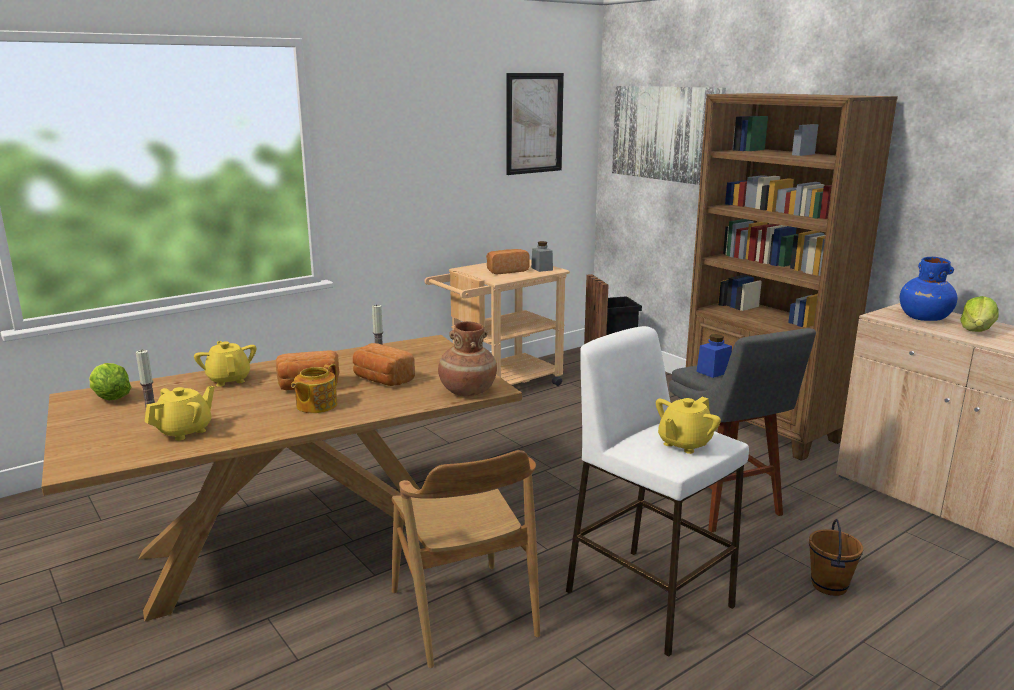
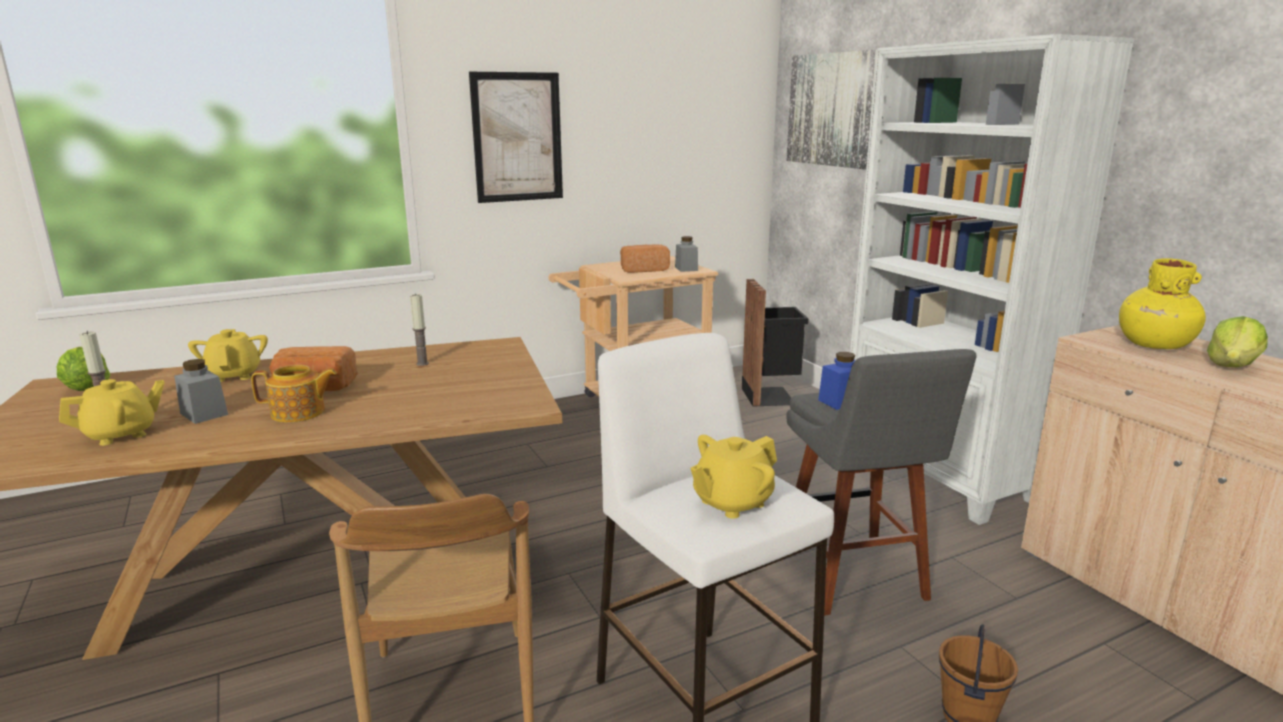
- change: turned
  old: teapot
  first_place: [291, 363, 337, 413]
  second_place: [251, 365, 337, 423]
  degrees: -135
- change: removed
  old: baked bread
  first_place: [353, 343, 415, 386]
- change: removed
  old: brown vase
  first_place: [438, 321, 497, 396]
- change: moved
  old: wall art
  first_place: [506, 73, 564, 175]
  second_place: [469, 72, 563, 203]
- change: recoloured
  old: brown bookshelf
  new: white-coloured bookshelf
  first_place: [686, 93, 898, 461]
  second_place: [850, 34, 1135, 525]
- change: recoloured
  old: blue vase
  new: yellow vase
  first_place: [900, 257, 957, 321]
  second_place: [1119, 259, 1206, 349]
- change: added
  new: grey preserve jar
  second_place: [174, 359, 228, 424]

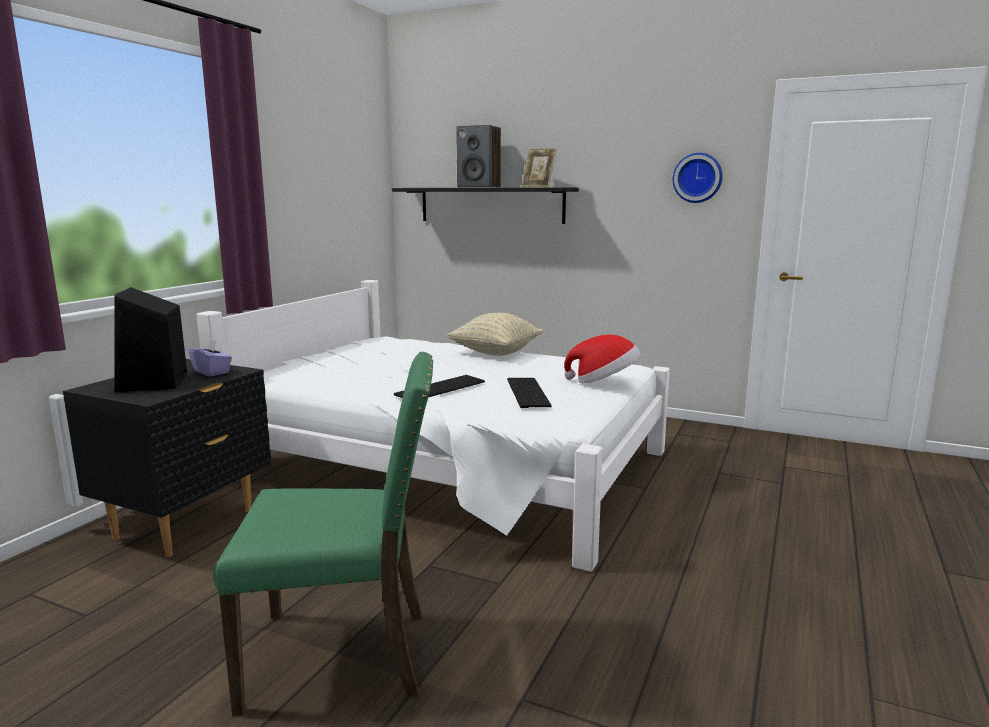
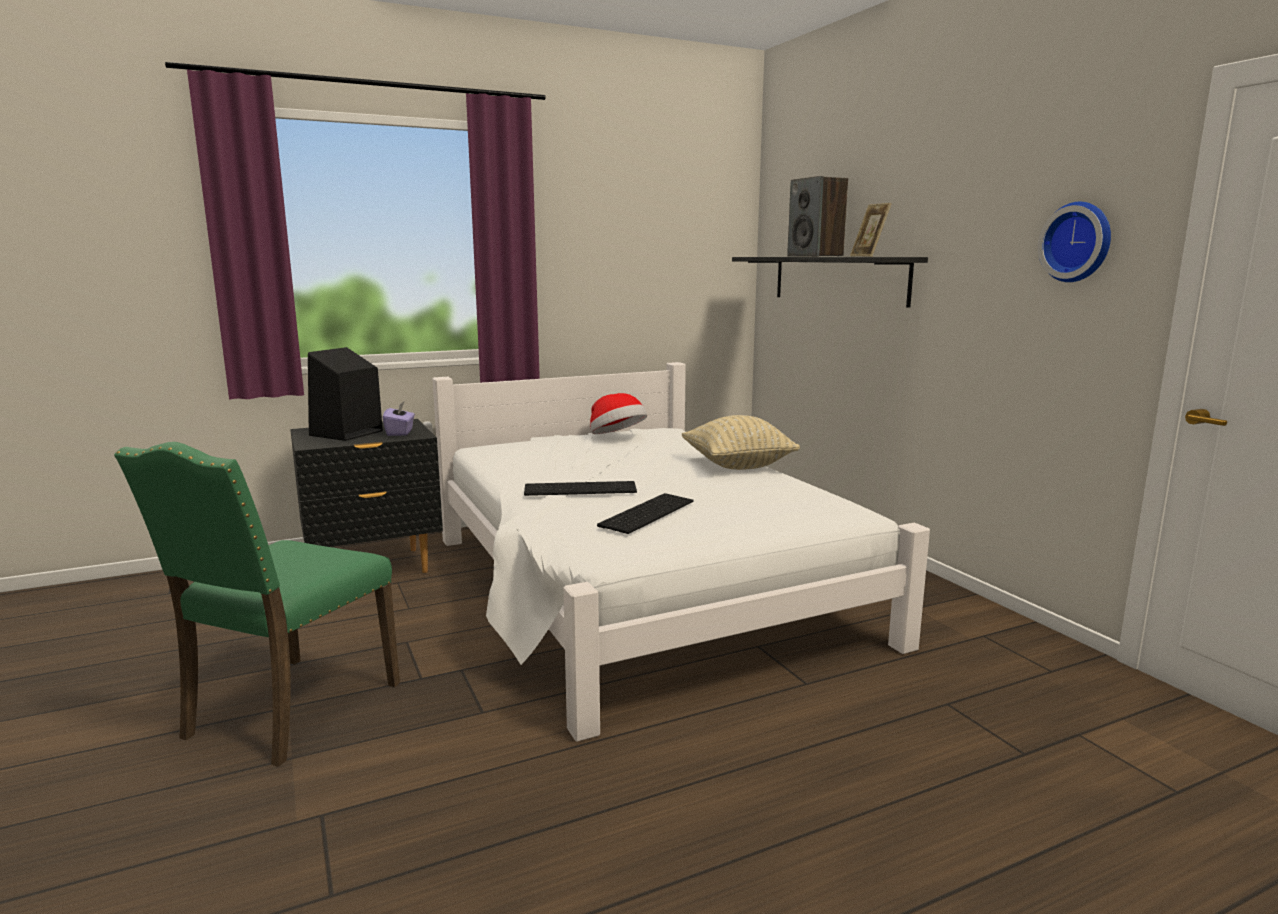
- change: turned
  old: green-coloured upright chair
  first_place: [213, 352, 433, 716]
  second_place: [114, 442, 400, 767]
  degrees: 75
- change: moved
  old: hat
  first_place: [564, 335, 641, 383]
  second_place: [590, 393, 647, 434]

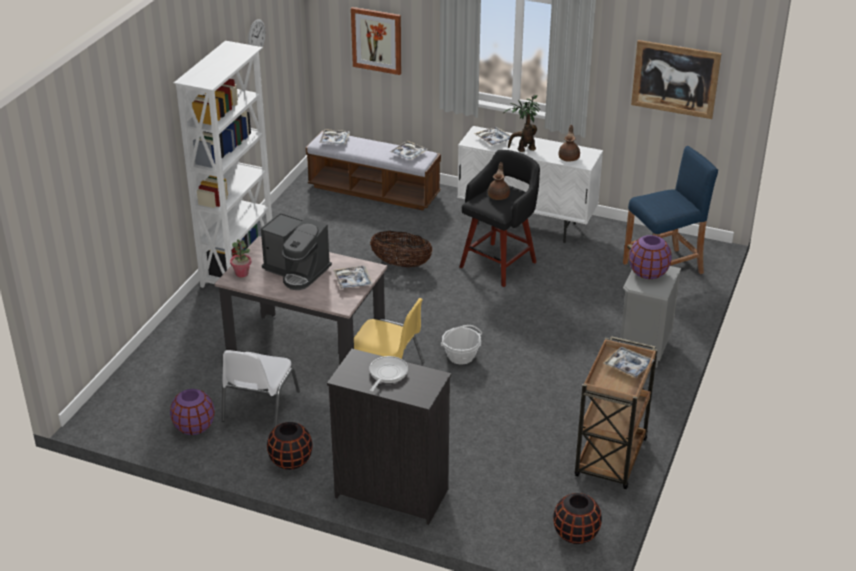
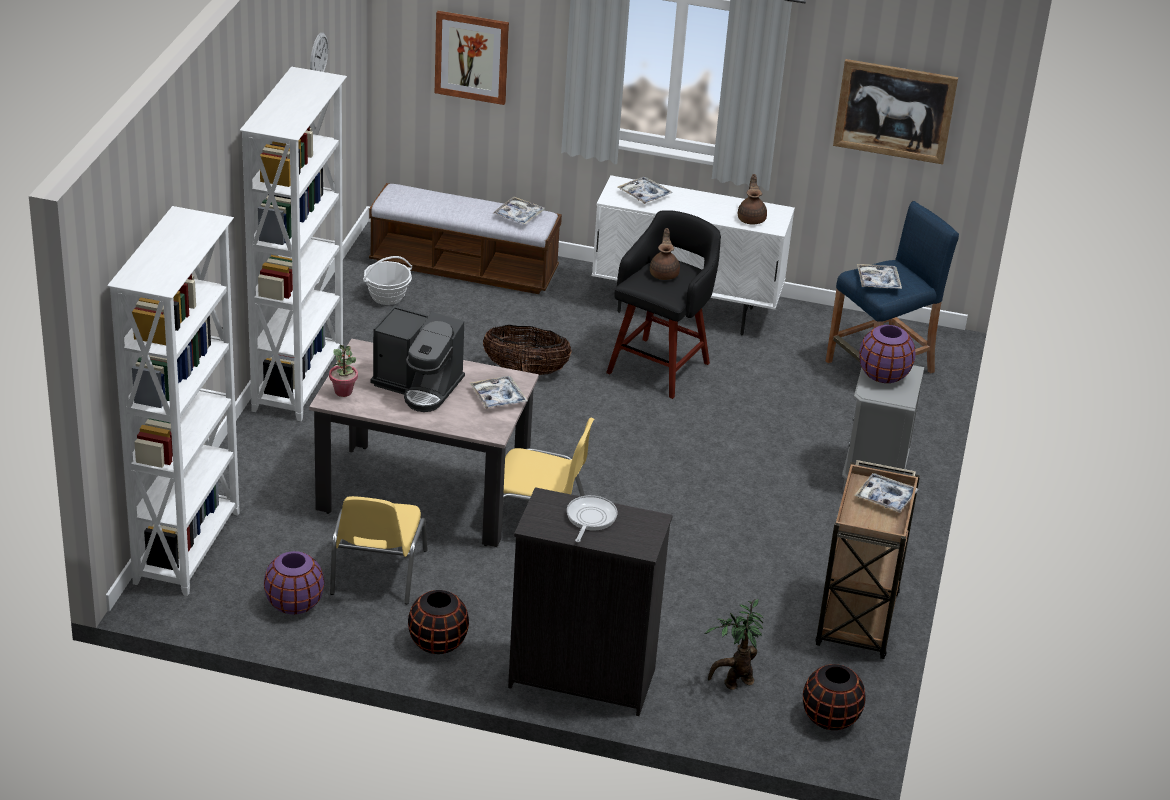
- change: recoloured
  old: white-coloured upright chair
  new: yellow upright chair
  first_place: [222, 350, 300, 428]
  second_place: [330, 496, 428, 604]
- change: moved
  old: carrying tray
  first_place: [319, 129, 350, 145]
  second_place: [857, 264, 902, 289]
- change: moved
  old: storage basket
  first_place: [441, 325, 482, 365]
  second_place: [363, 256, 412, 305]
- change: moved
  old: potted plant
  first_place: [503, 95, 540, 152]
  second_place: [705, 599, 763, 690]
- change: added
  new: white-coloured bookshelf
  second_place: [107, 206, 240, 596]

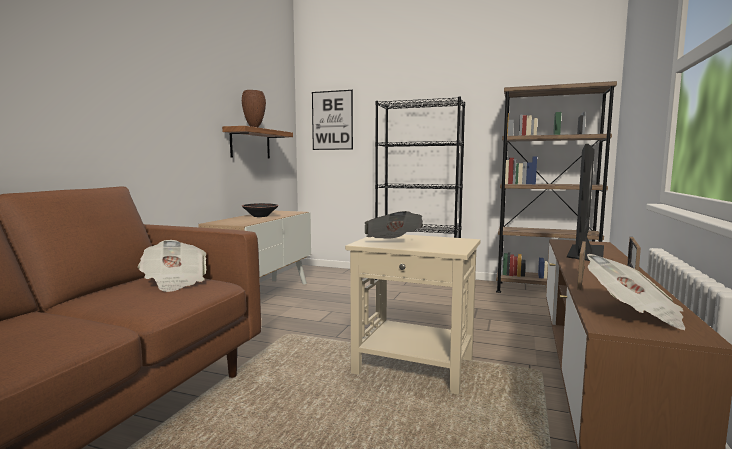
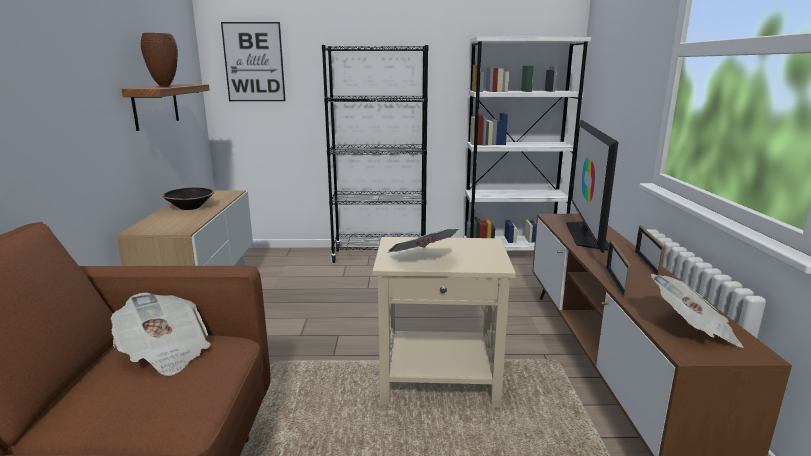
- change: recoloured
  old: brown bookshelf
  new: white-coloured bookshelf
  first_place: [496, 81, 617, 293]
  second_place: [463, 37, 591, 251]

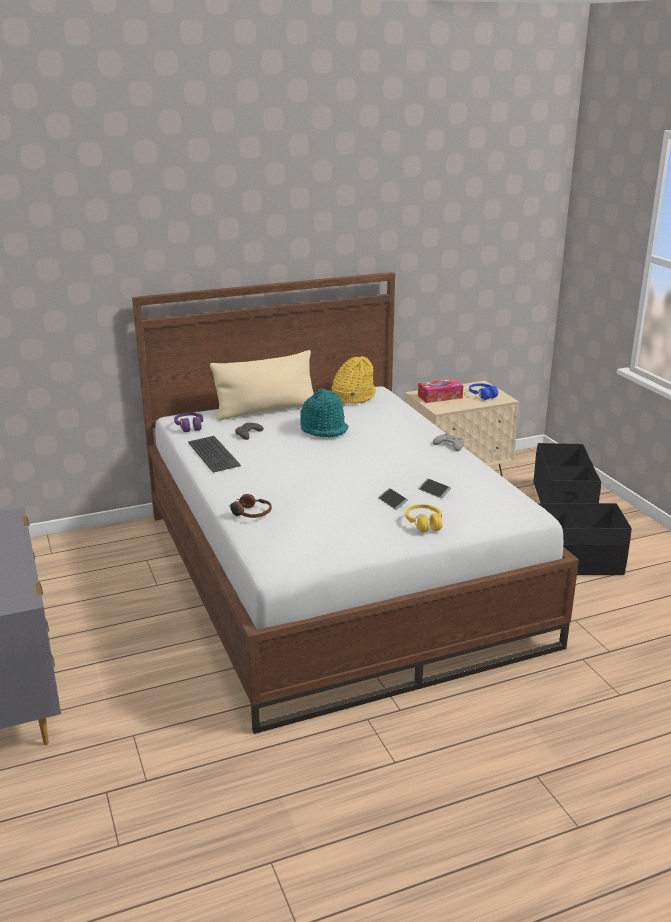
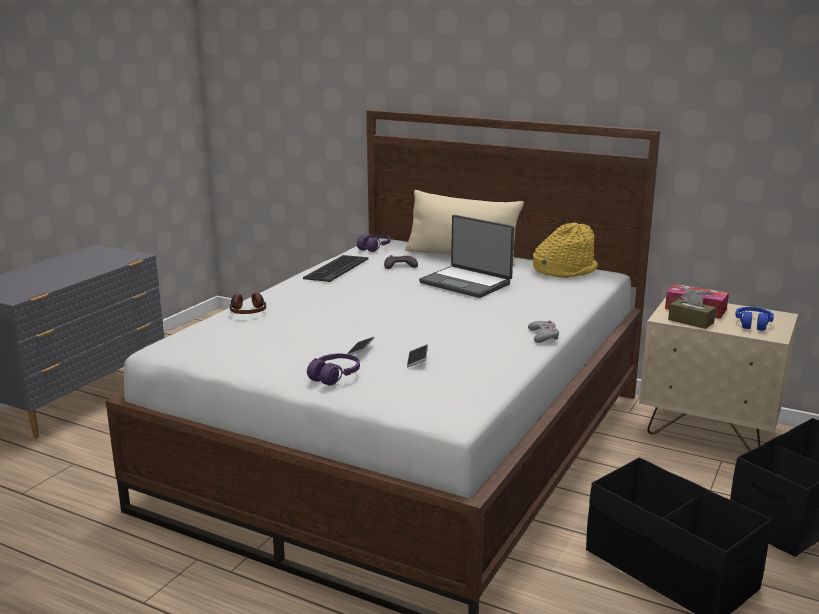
- change: replaced
  old: blue-green hat
  new: notebook computer
  first_place: [300, 388, 349, 437]
  second_place: [419, 215, 514, 298]
- change: recoloured
  old: yellow headset
  new: purple headset
  first_place: [406, 504, 443, 533]
  second_place: [307, 353, 360, 385]
- change: added
  new: brown tissue holder
  second_place: [668, 290, 716, 329]

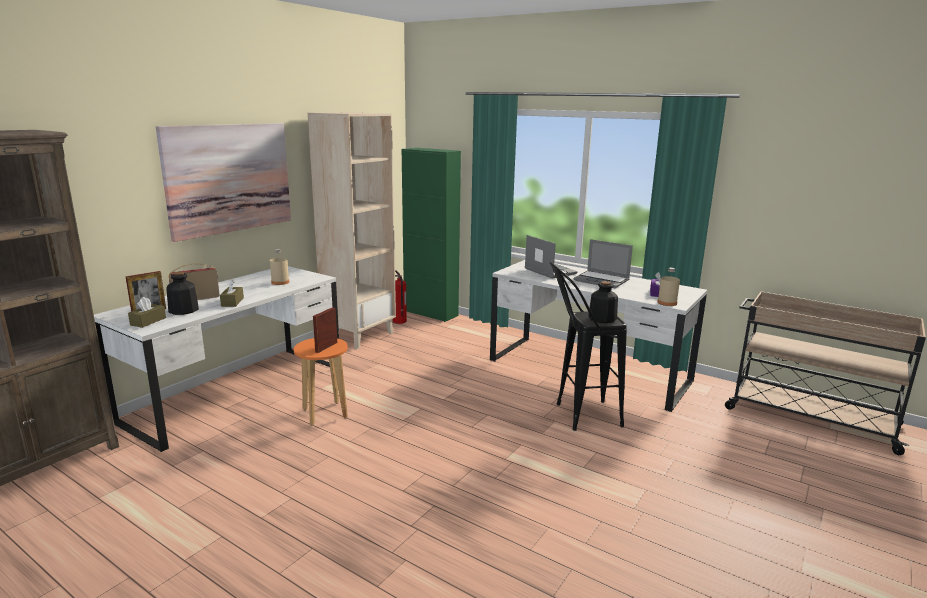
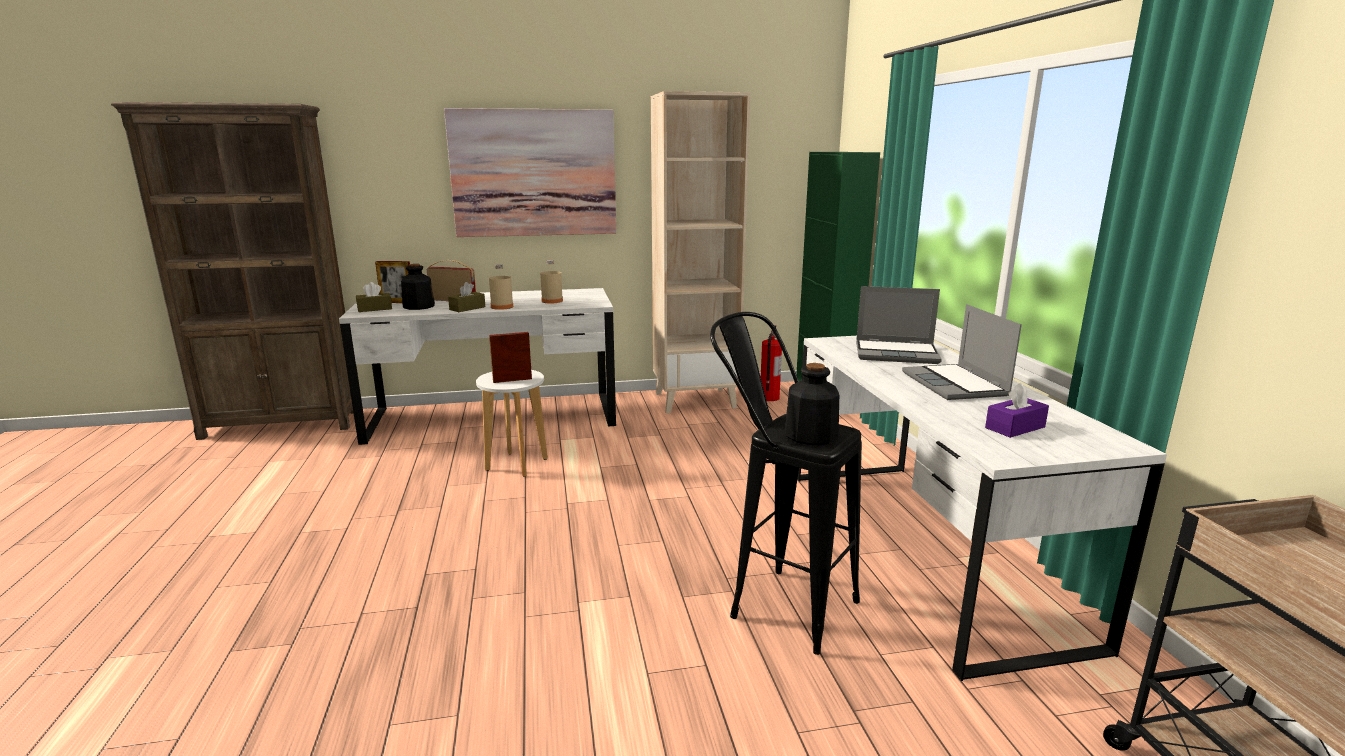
- change: recoloured
  old: orange stool
  new: white-coloured stool
  first_place: [294, 338, 348, 425]
  second_place: [476, 370, 548, 477]
- change: turned
  old: notebook computer
  first_place: [525, 235, 578, 278]
  second_place: [856, 286, 942, 364]
  degrees: 90
- change: moved
  old: beige beverage bottle
  first_place: [658, 268, 680, 306]
  second_place: [489, 264, 513, 310]

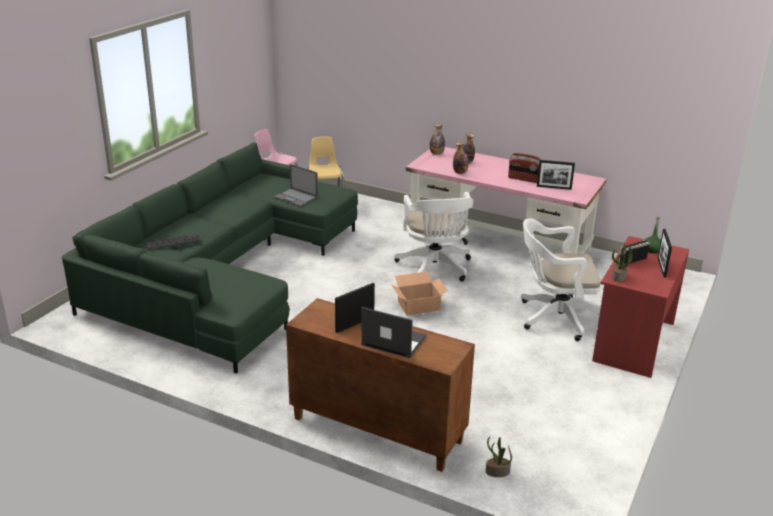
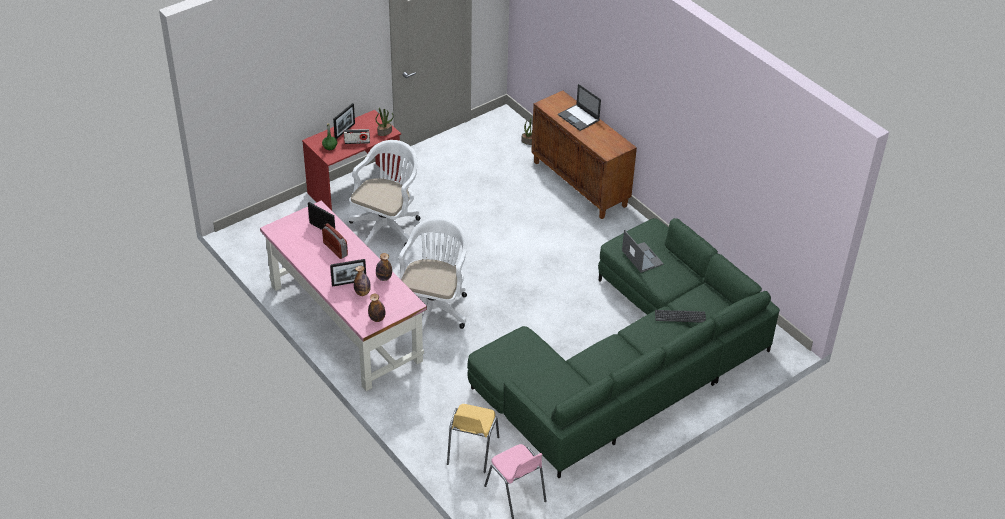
- change: moved
  old: notebook computer
  first_place: [273, 164, 318, 207]
  second_place: [622, 230, 664, 273]
- change: moved
  old: standing frame
  first_place: [335, 283, 375, 333]
  second_place: [330, 259, 366, 287]
- change: removed
  old: packing box
  first_place: [392, 271, 448, 315]
- change: turned
  old: white-coloured office chair
  first_place: [521, 218, 601, 341]
  second_place: [348, 140, 420, 247]
  degrees: -90

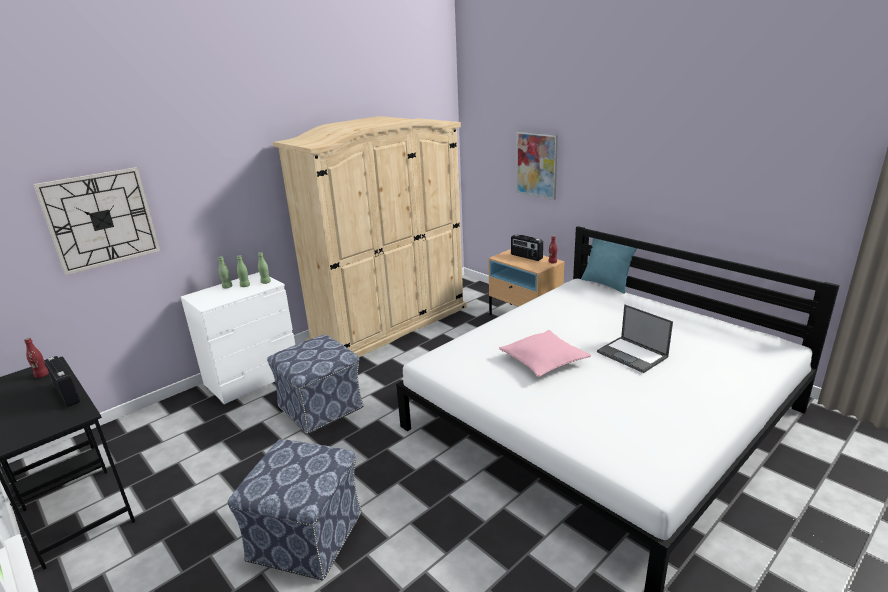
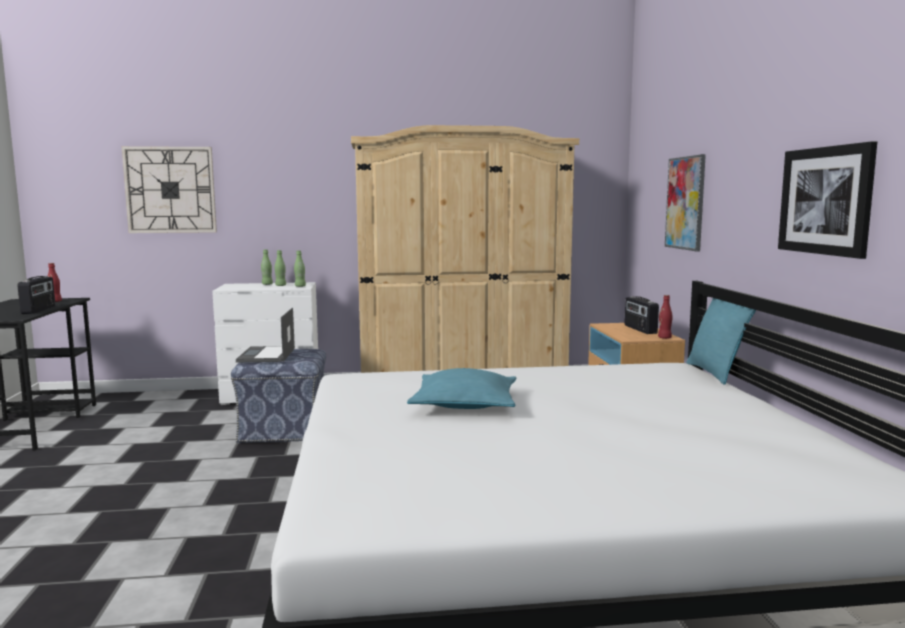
- change: removed
  old: footrest
  first_place: [228, 439, 362, 580]
- change: recoloured
  old: pinkish throw pillow
  new: blue-green throw pillow
  first_place: [499, 330, 591, 377]
  second_place: [407, 368, 516, 409]
- change: moved
  old: notebook computer
  first_place: [597, 304, 673, 373]
  second_place: [236, 308, 295, 362]
- change: added
  new: wall art
  second_place: [778, 141, 877, 259]

